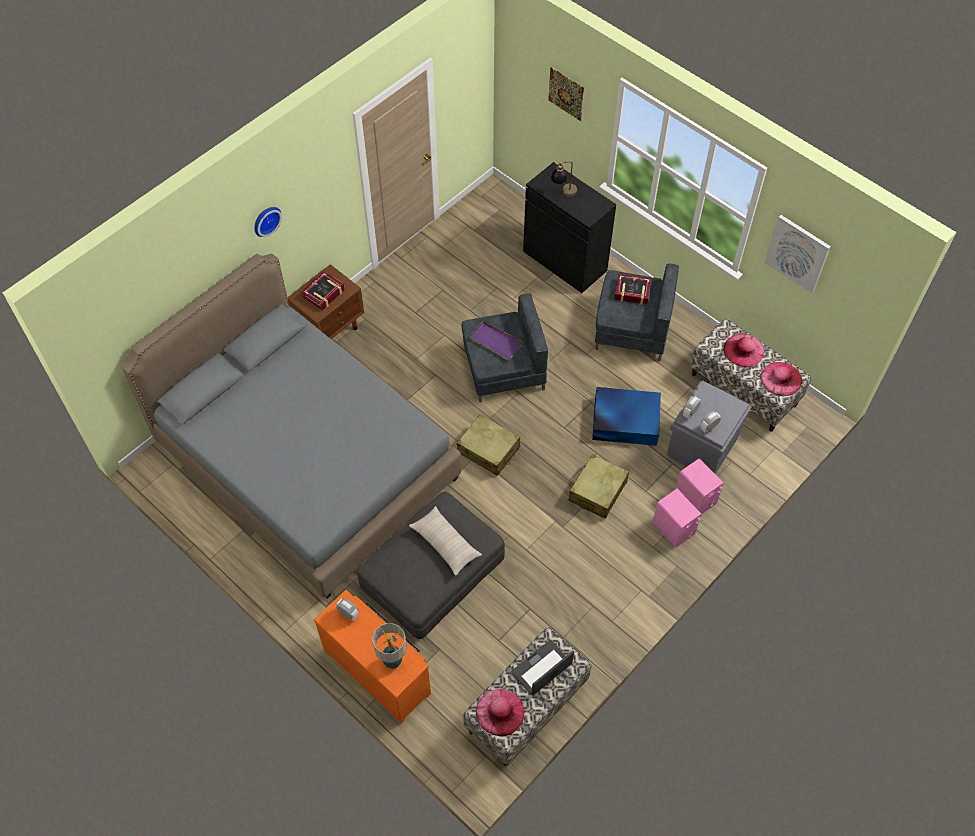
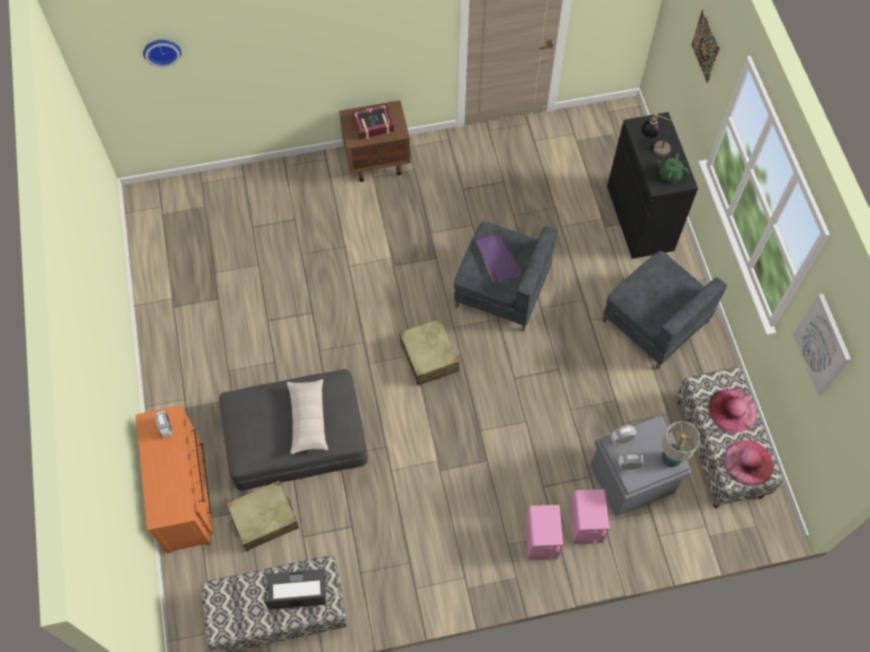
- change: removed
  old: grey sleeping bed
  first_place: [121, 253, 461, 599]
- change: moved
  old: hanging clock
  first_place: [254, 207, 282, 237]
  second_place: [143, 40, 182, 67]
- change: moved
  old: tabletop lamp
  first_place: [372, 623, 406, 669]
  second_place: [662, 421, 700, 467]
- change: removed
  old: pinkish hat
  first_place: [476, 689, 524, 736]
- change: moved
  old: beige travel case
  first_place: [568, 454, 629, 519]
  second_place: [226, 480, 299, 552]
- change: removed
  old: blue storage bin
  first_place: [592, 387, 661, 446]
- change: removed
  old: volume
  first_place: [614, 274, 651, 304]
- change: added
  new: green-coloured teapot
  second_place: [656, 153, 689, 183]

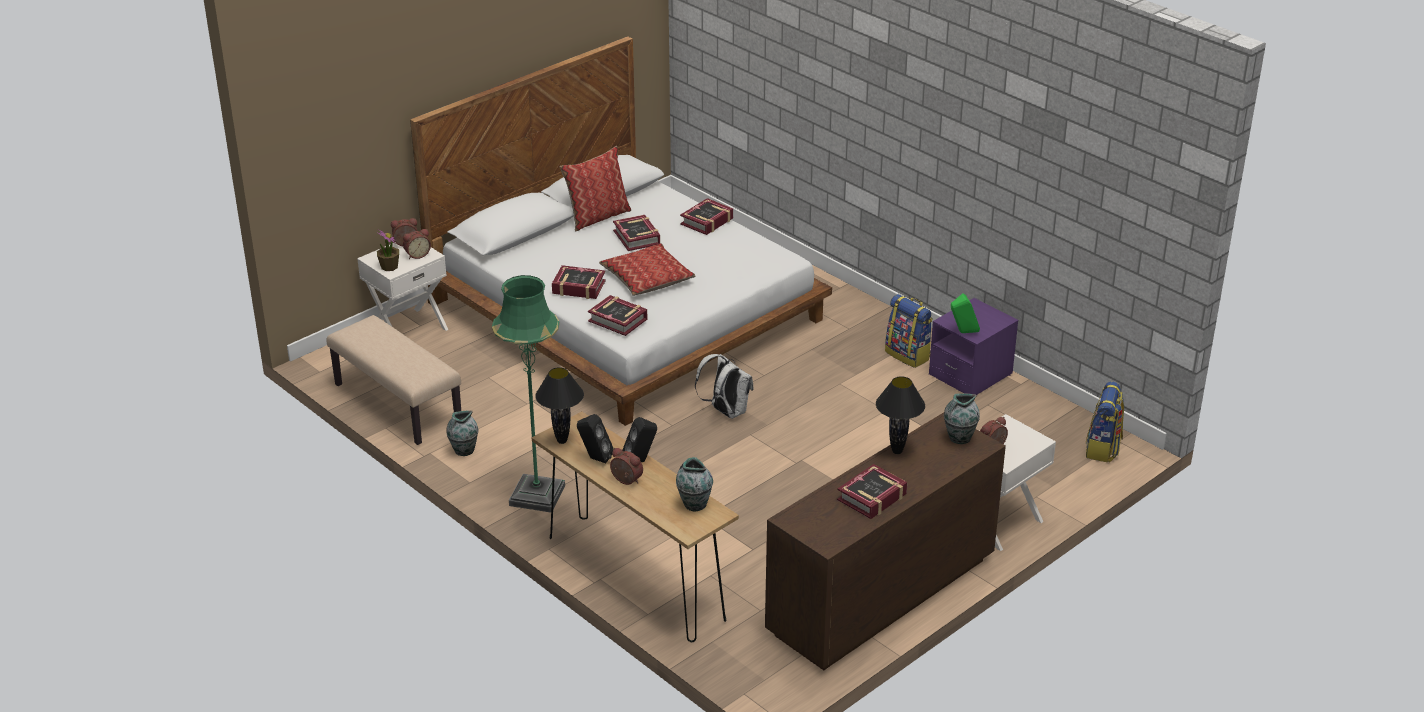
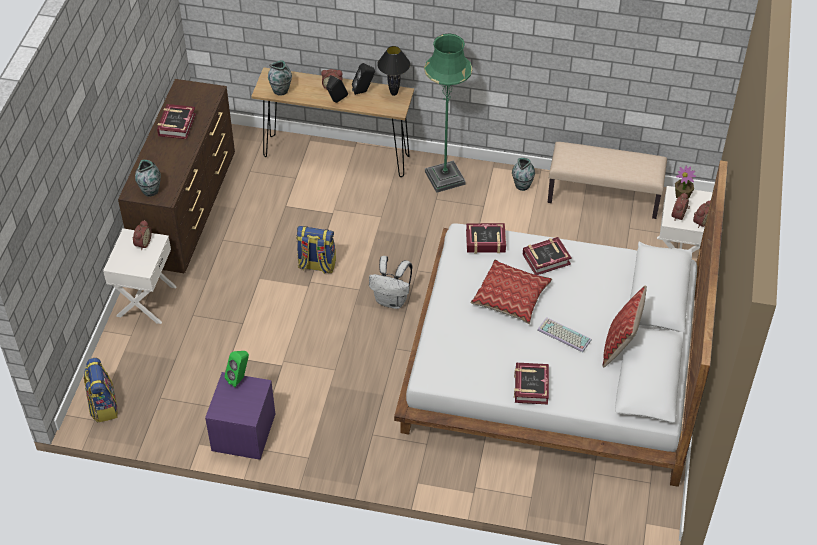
- change: replaced
  old: volume
  new: keyboard
  first_place: [613, 215, 660, 251]
  second_place: [537, 317, 592, 352]
- change: removed
  old: black tabletop lamp
  first_place: [876, 376, 925, 454]
- change: moved
  old: backpack
  first_place: [885, 294, 933, 368]
  second_place: [296, 226, 336, 274]

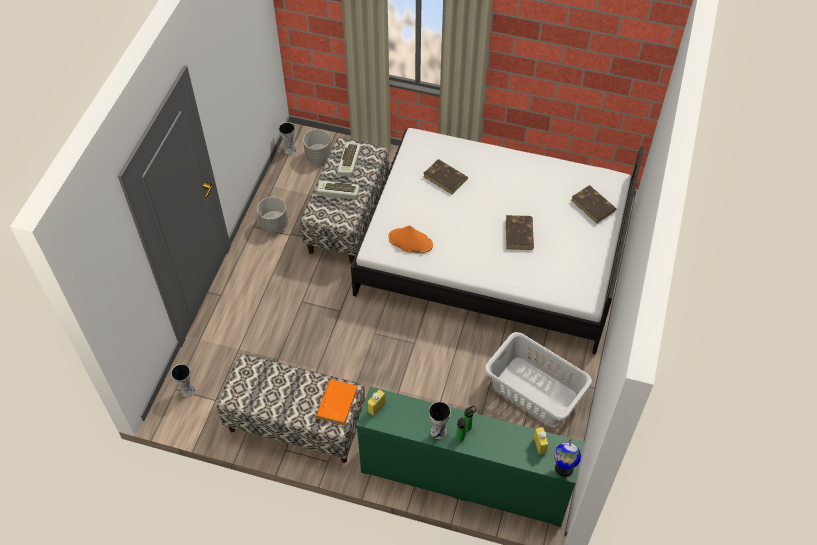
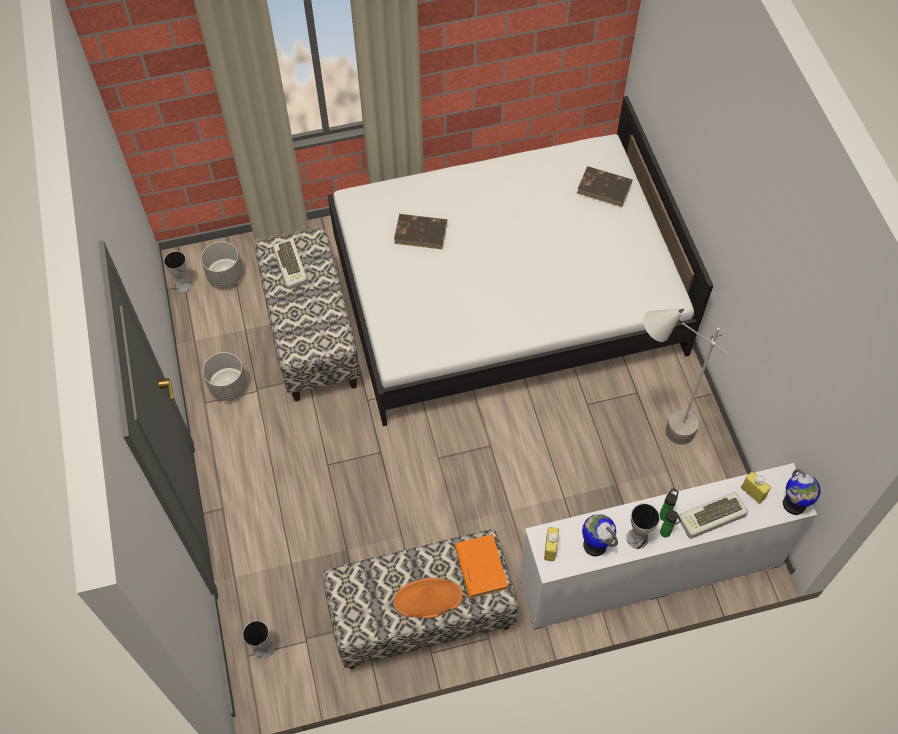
- change: moved
  old: keyboard
  first_place: [316, 181, 360, 200]
  second_place: [679, 492, 748, 538]
- change: recoloured
  old: green-coloured chest of drawers
  new: white-coloured chest of drawers
  first_place: [356, 387, 584, 527]
  second_place: [519, 463, 817, 630]
- change: moved
  old: orange hat
  first_place: [388, 225, 433, 254]
  second_place: [393, 578, 463, 619]
- change: replaced
  old: grey laundry basket
  new: grey standard lamp
  first_place: [484, 332, 592, 426]
  second_place: [643, 309, 727, 445]
- change: removed
  old: brown volume
  first_place: [506, 215, 534, 250]
- change: added
  new: world globe
  second_place: [582, 514, 618, 556]

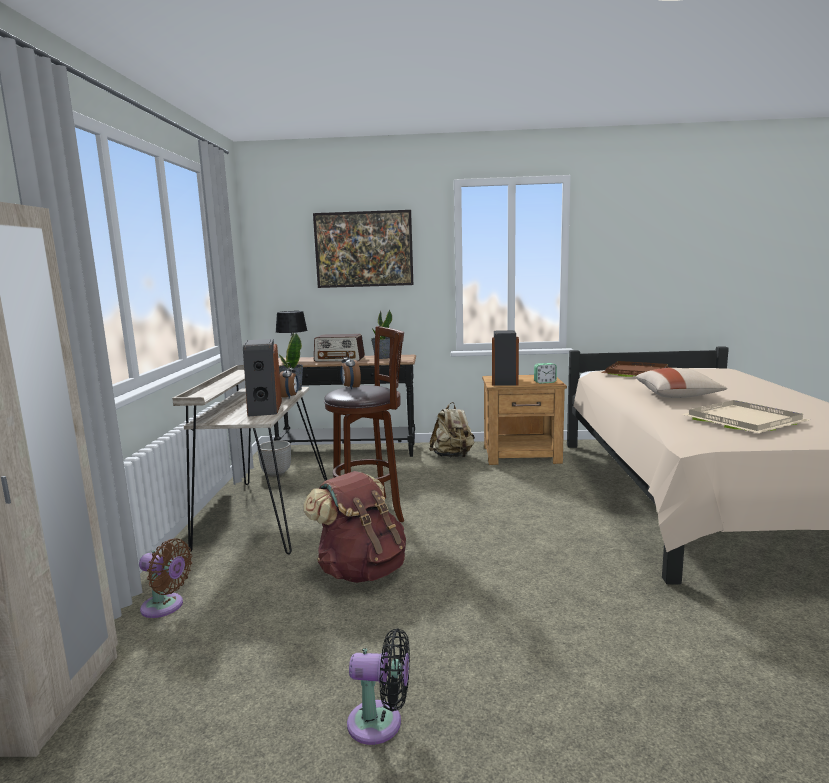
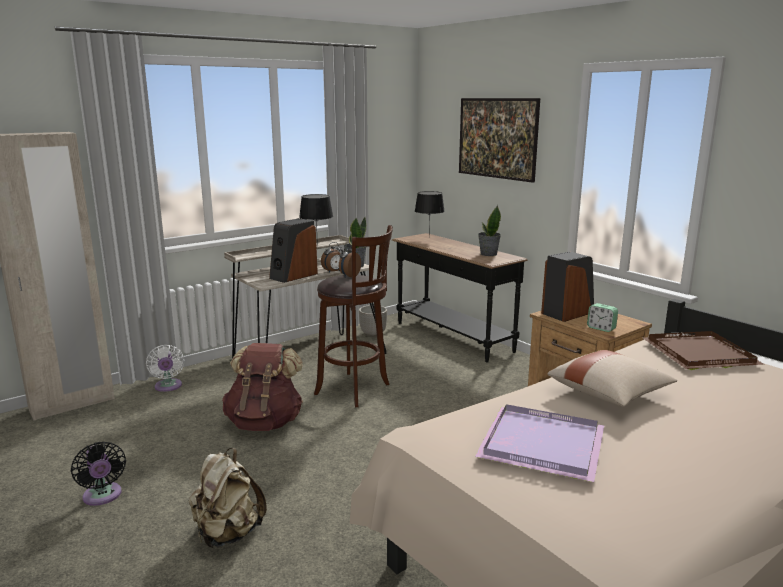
- change: recoloured
  old: brown electric fan
  new: white-coloured electric fan
  first_place: [139, 538, 192, 618]
  second_place: [146, 345, 185, 392]
- change: removed
  old: radio receiver
  first_place: [314, 334, 365, 362]
- change: moved
  old: beige backpack
  first_place: [429, 402, 475, 458]
  second_place: [189, 448, 267, 548]
- change: recoloured
  old: beige carrying tray
  new: purple carrying tray
  first_place: [682, 400, 810, 433]
  second_place: [475, 404, 604, 482]
- change: added
  new: black tabletop lamp
  second_place: [299, 194, 333, 247]

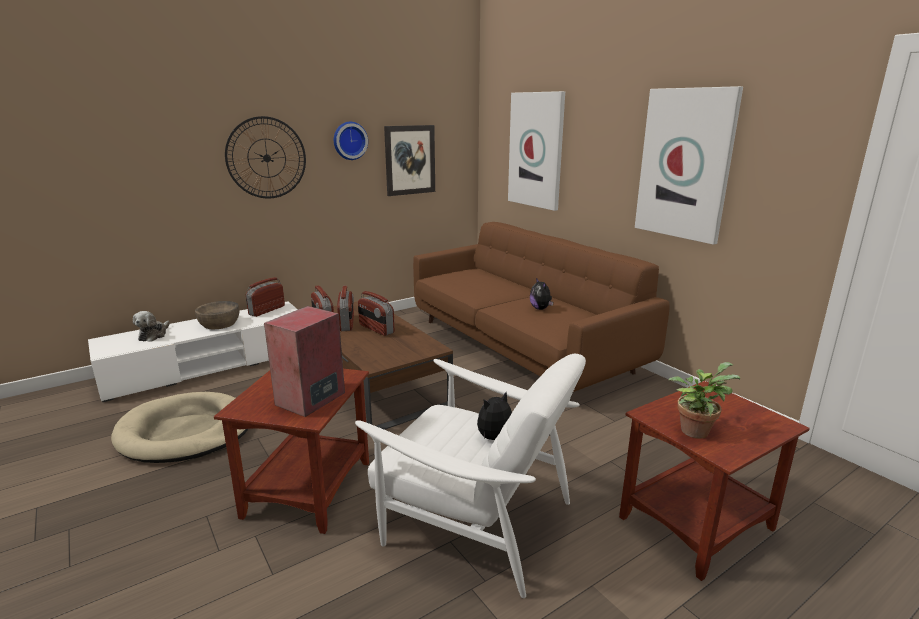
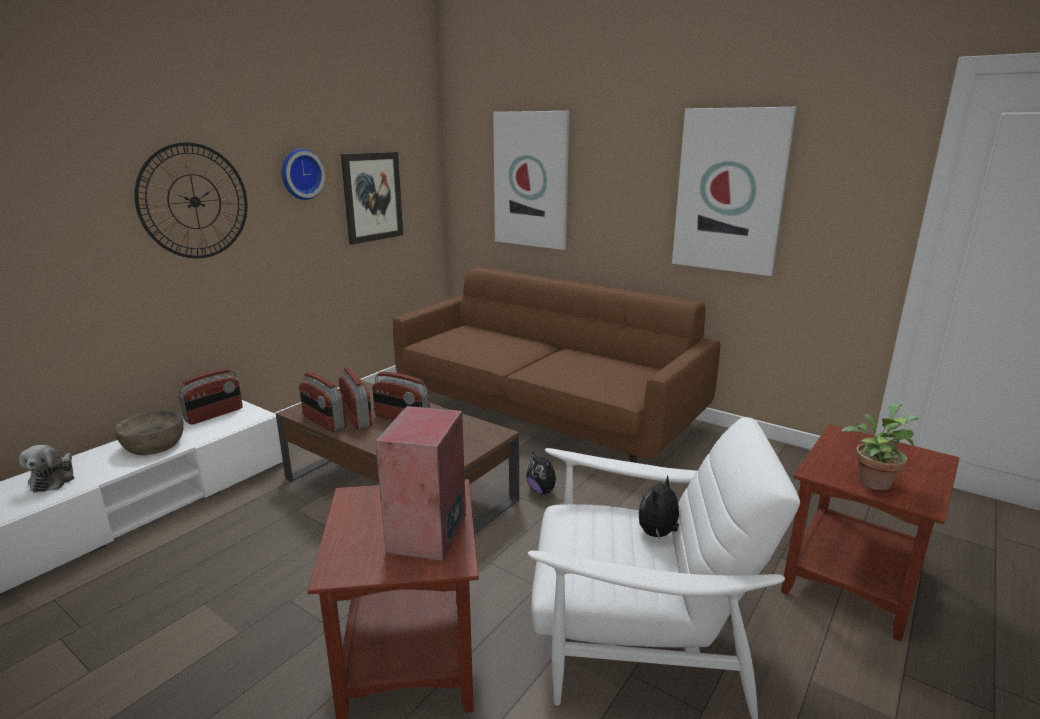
- change: removed
  old: beige pet bed
  first_place: [111, 392, 248, 463]
- change: turned
  old: radio receiver
  first_place: [246, 277, 285, 317]
  second_place: [178, 369, 243, 425]
  degrees: -150
- change: moved
  old: soft toy
  first_place: [530, 278, 553, 310]
  second_place: [526, 452, 561, 494]

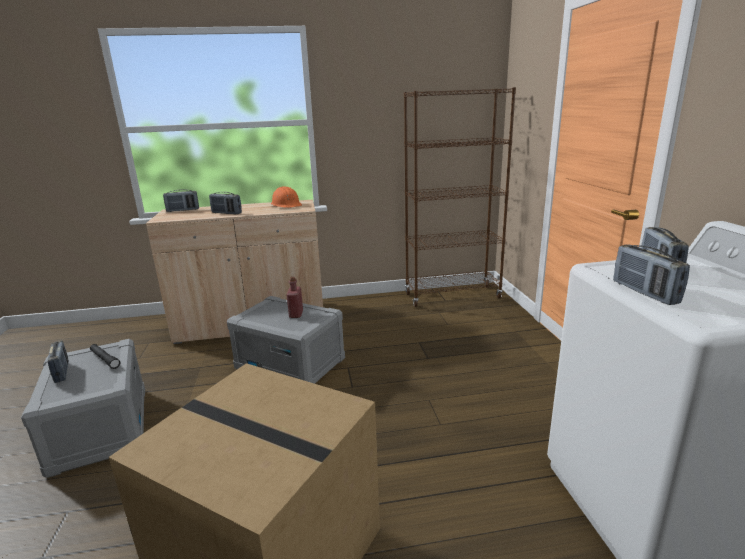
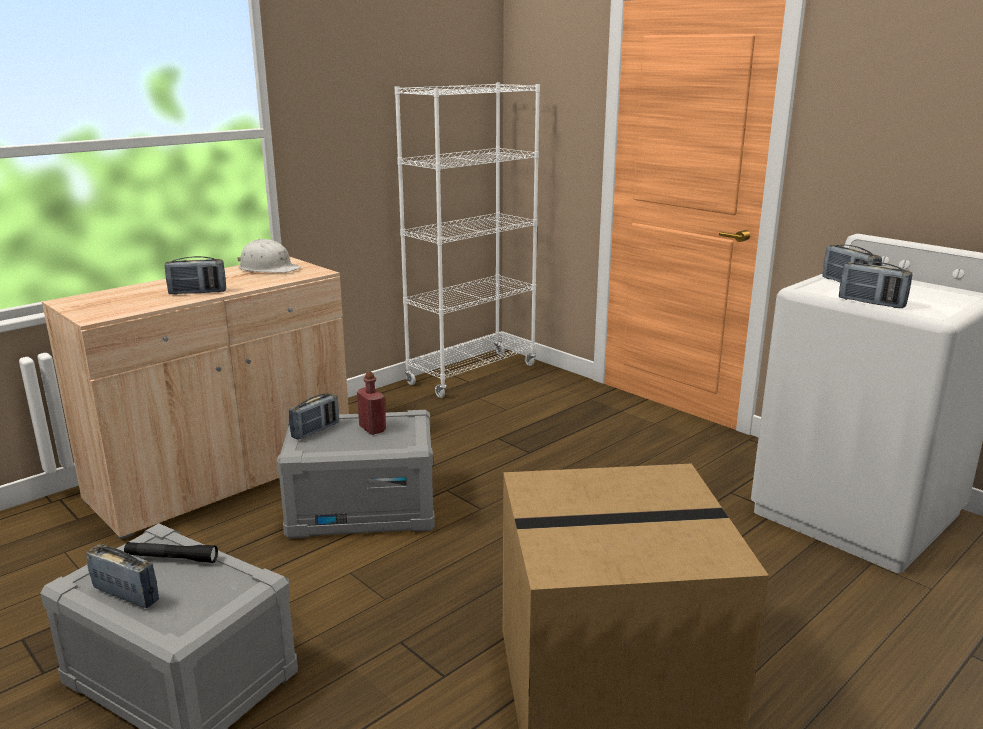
- change: moved
  old: radio receiver
  first_place: [163, 189, 199, 212]
  second_place: [289, 393, 339, 440]
- change: recoloured
  old: orange work helmet
  new: white-coloured work helmet
  first_place: [271, 186, 302, 208]
  second_place: [237, 239, 301, 273]
- change: recoloured
  old: brown bookshelf
  new: white-coloured bookshelf
  first_place: [404, 87, 516, 307]
  second_place: [395, 83, 540, 398]

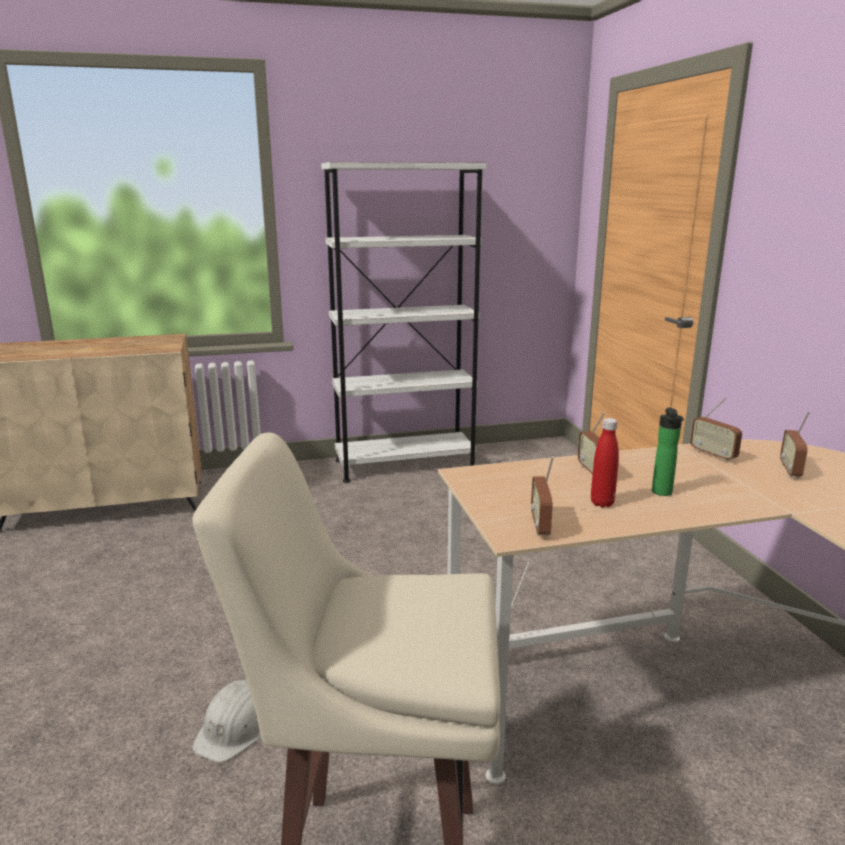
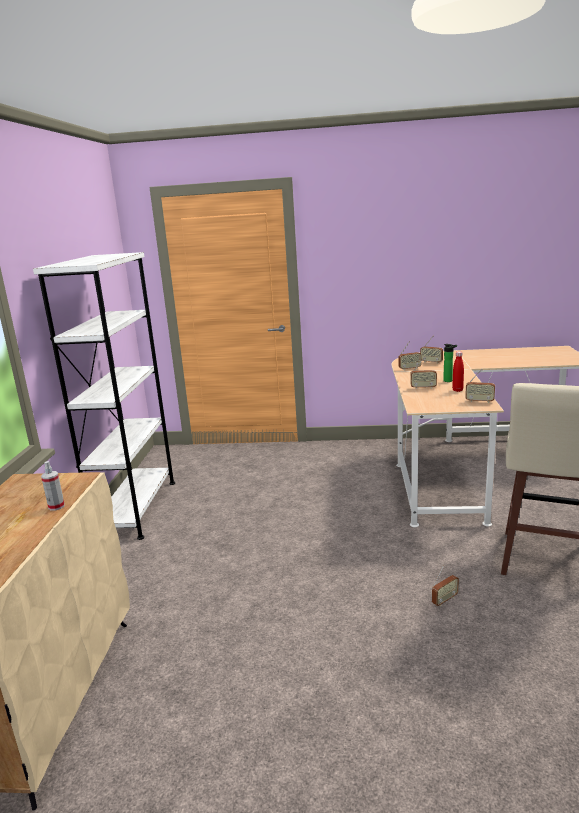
- change: replaced
  old: white-coloured work helmet
  new: radio receiver
  first_place: [192, 680, 261, 762]
  second_place: [432, 565, 459, 606]
- change: added
  new: sprayer
  second_place: [41, 461, 65, 511]

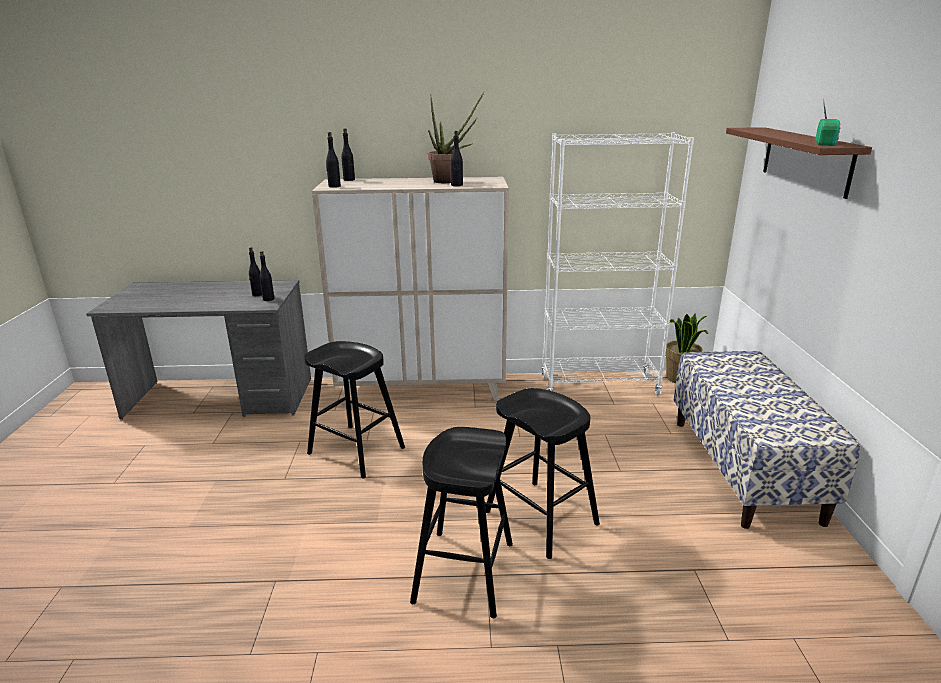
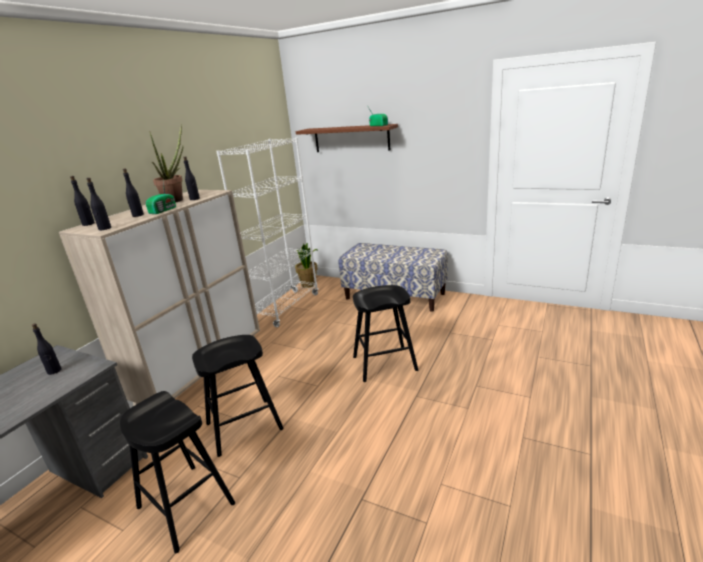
- change: moved
  old: black beverage bottle
  first_place: [260, 251, 275, 301]
  second_place: [123, 168, 144, 217]
- change: moved
  old: black stool
  first_place: [410, 427, 513, 618]
  second_place: [120, 391, 235, 553]
- change: added
  new: radio receiver
  second_place: [146, 180, 176, 214]

